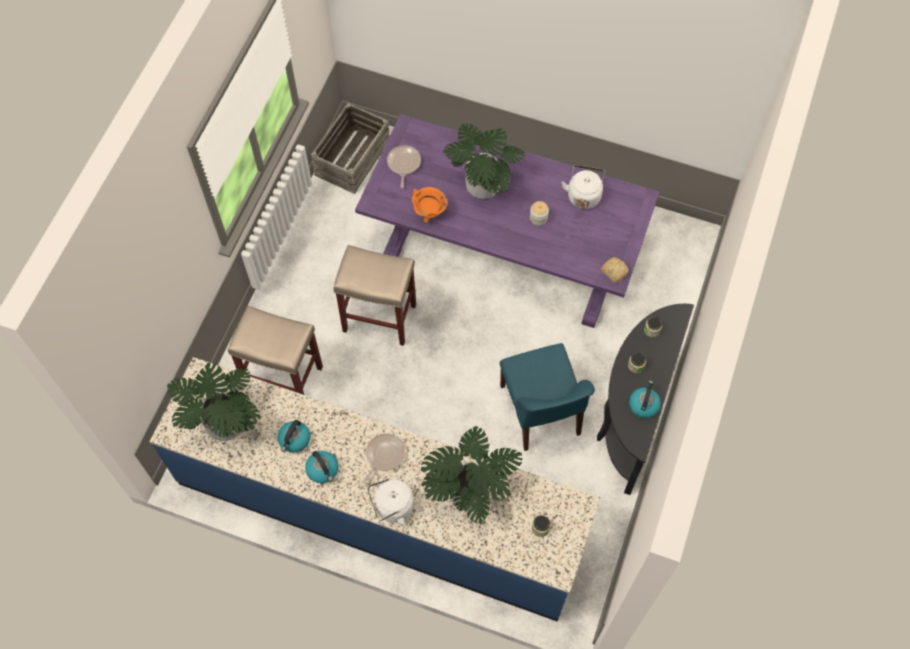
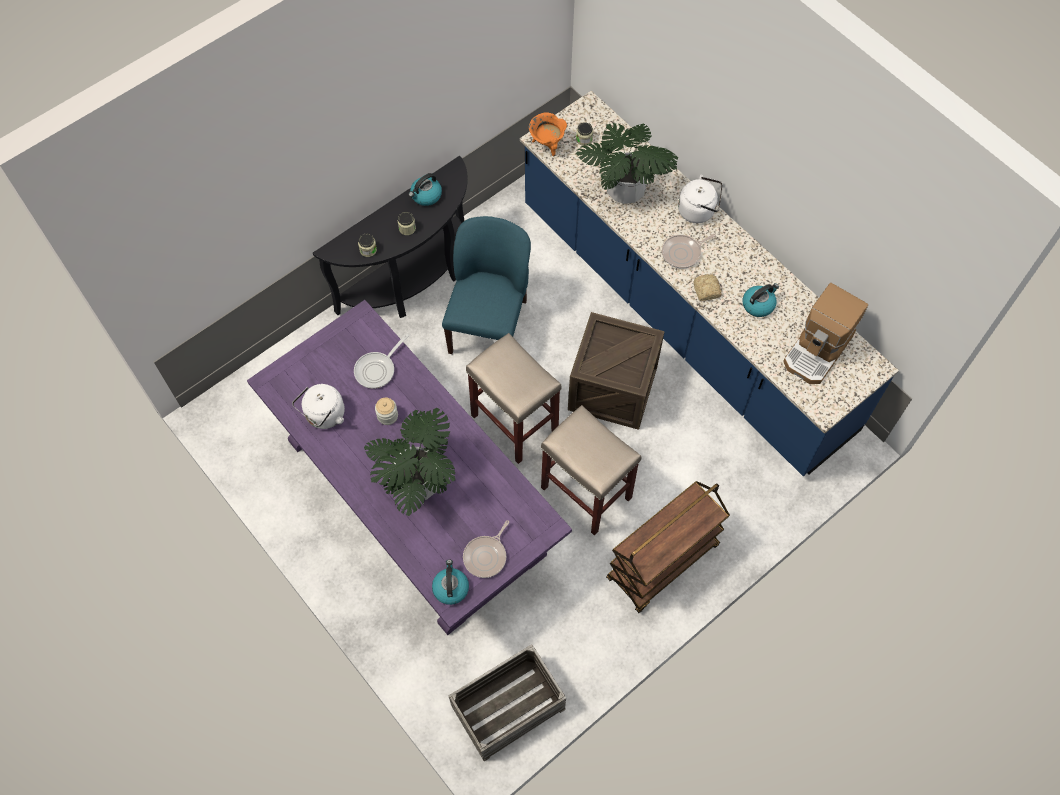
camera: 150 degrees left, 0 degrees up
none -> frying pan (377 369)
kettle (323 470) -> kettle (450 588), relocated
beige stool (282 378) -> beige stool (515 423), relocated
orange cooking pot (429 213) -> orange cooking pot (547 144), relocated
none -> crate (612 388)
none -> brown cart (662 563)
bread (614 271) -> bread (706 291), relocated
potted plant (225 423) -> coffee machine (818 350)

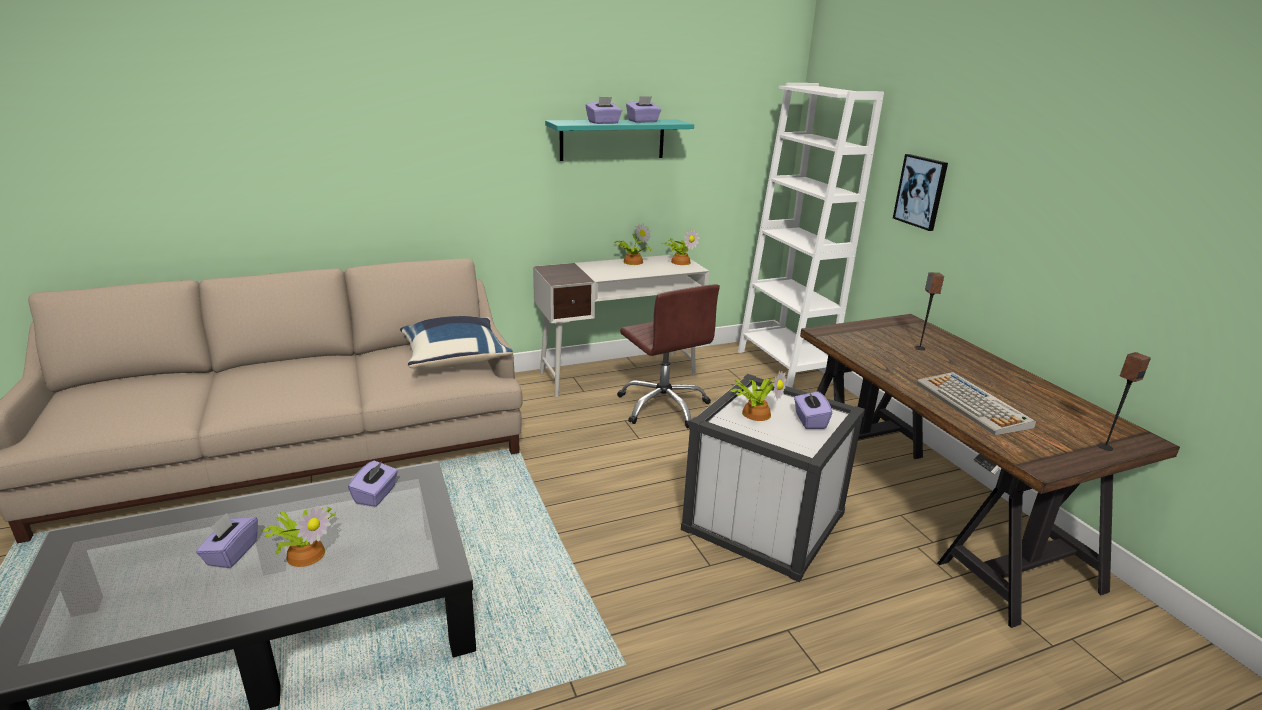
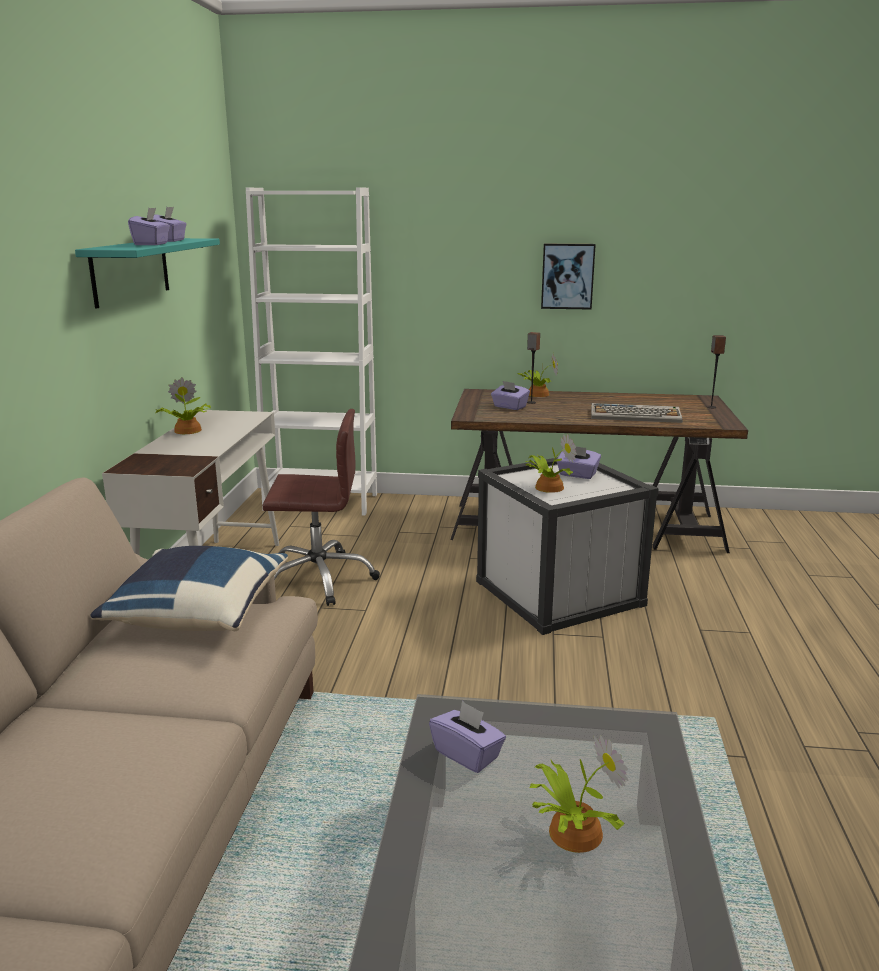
camera: 60 degrees left, 5 degrees down
purple tissue box (231 553) -> purple tissue box (509 407), relocated
potted plant (680 261) -> potted plant (536 394), relocated
picture (921 191) -> picture (567 276), relocated

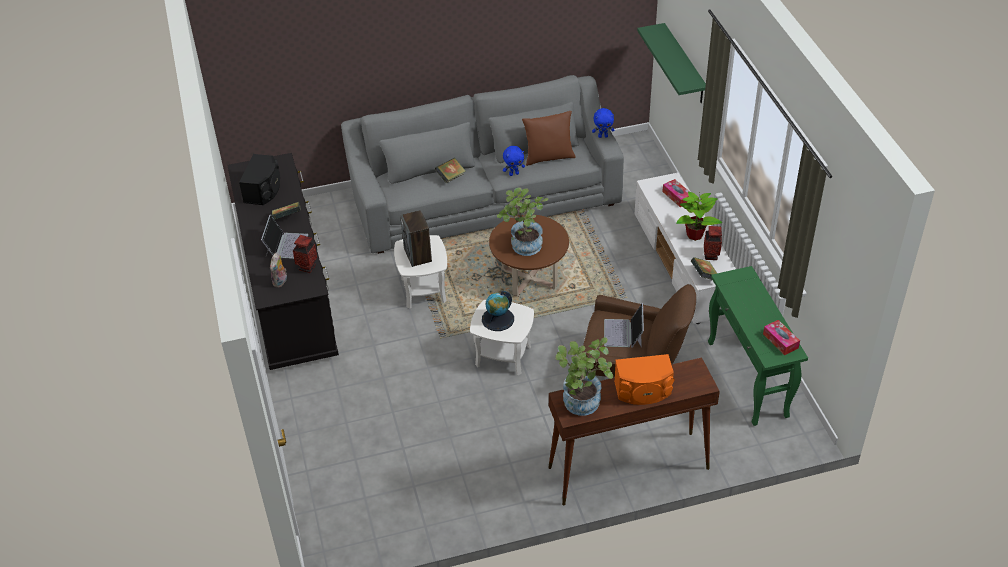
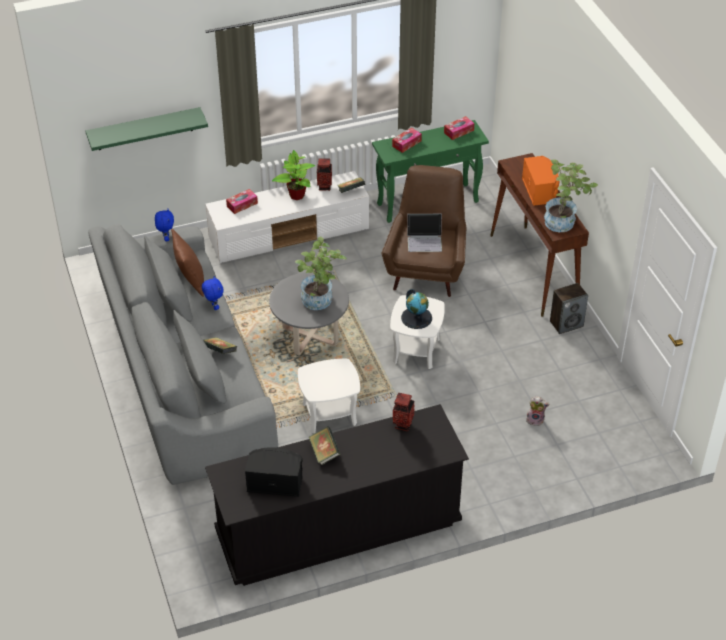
camera: 95 degrees left, 0 degrees up
brown coffee table (529 278) -> grey coffee table (310 336)
none -> tissue box (406 143)
plush toy (280 282) -> plush toy (535 420), relocated
speaker (418 255) -> speaker (566 324), relocated
laptop (286 245) -> none

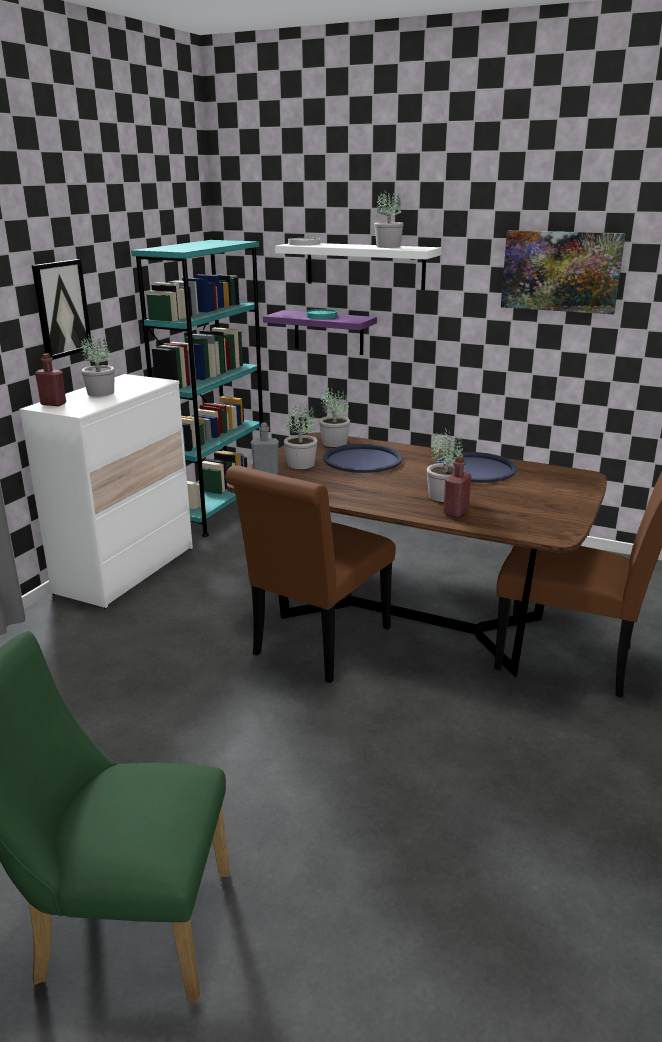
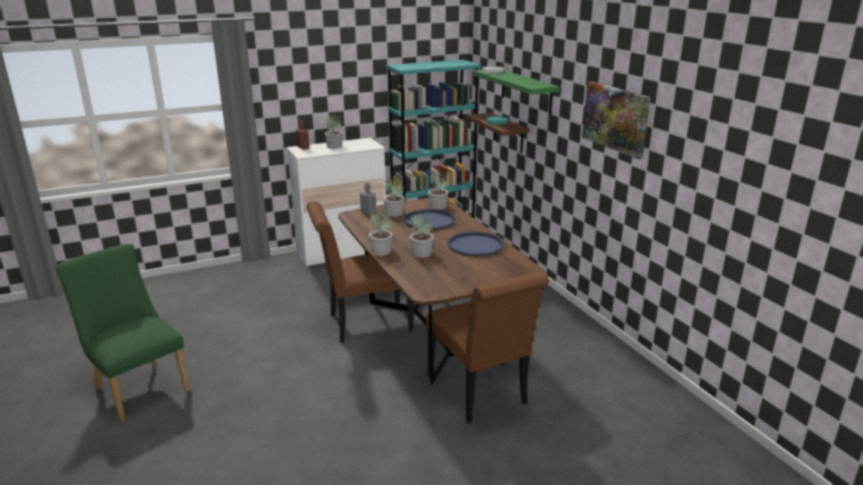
camera: 40 degrees right, 0 degrees up
potted plant (387 246) -> potted plant (381 251), relocated
purple shelf (328 332) -> brown shelf (508 133)
white shelf (365 265) -> green shelf (526 91)
picture (61 309) -> none
red bottle (456 512) -> none

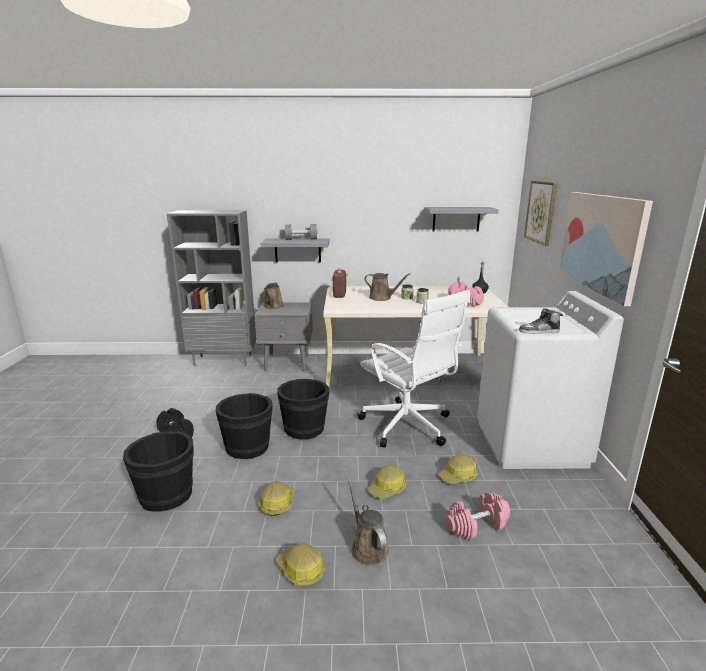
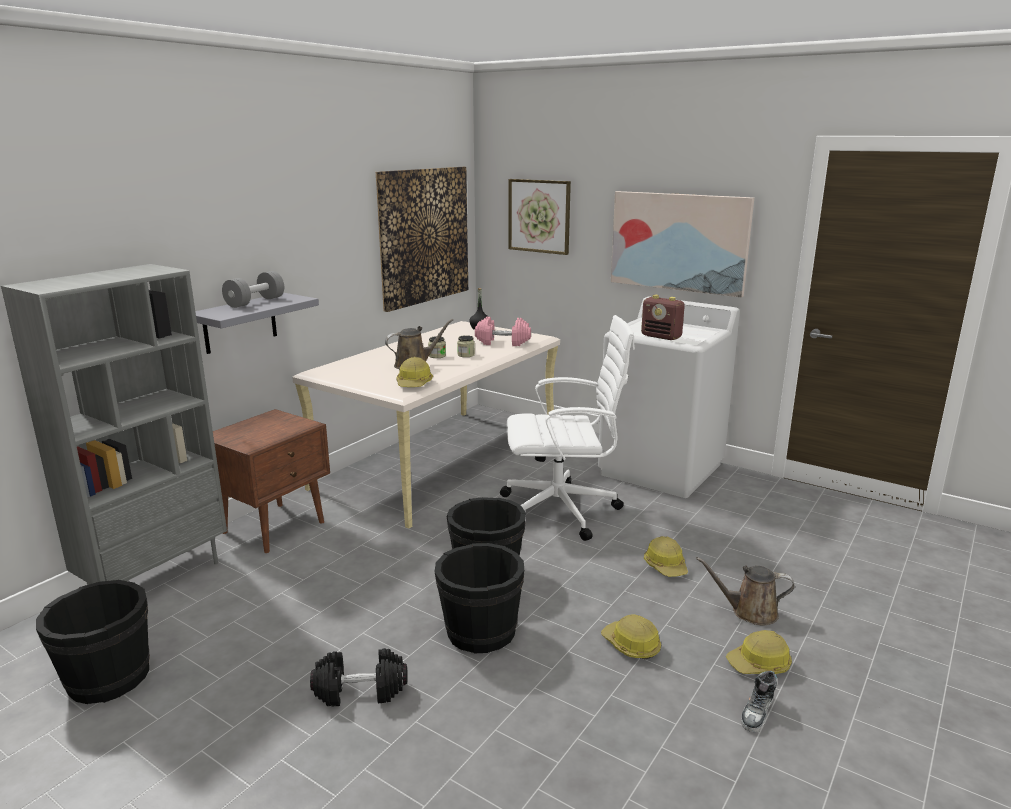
camera: 55 degrees left, 0 degrees up
black bucket (166 495) -> black bucket (108 678), relocated
grey nightstand (288 363) -> brown nightstand (275 527)
grey shelf (456 219) -> picture (424 236)
hard hat (458 476) -> hard hat (414 384), relocated
radio (339 295) -> radio (661 337), relocated
shoe (539 331) -> shoe (757 712), relocated
brown watering can (273 306) -> none
pink dumbbell (476 526) -> none

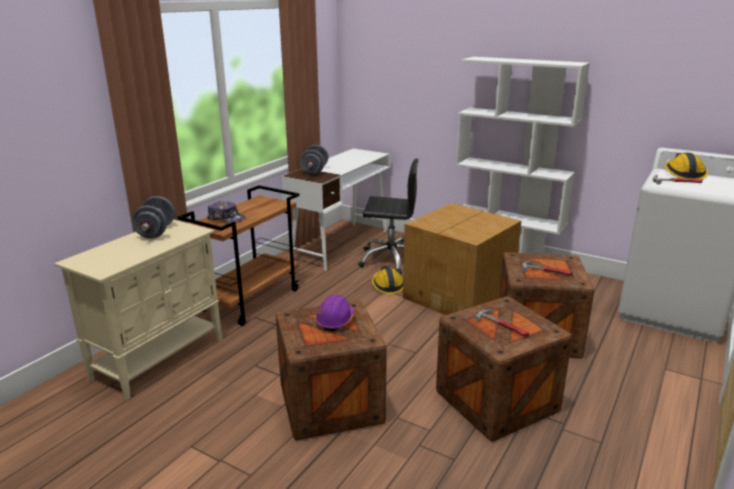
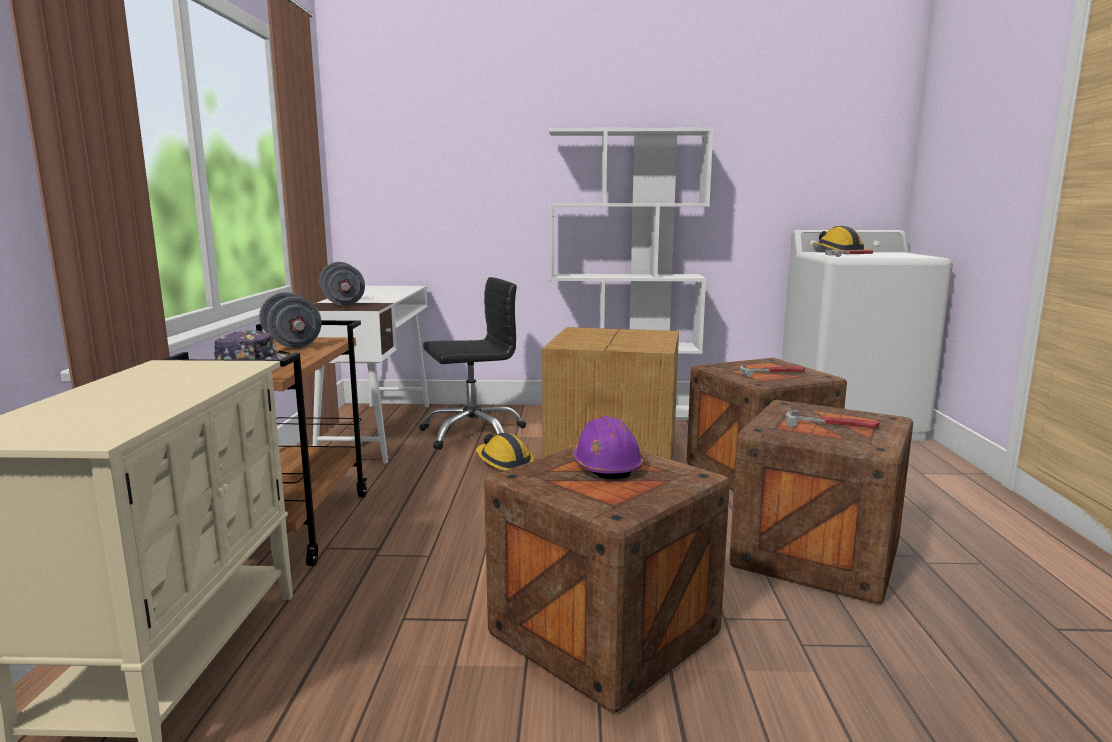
camera: 30 degrees left, 10 degrees down
grey dumbbell (156 232) -> grey dumbbell (292 344), relocated

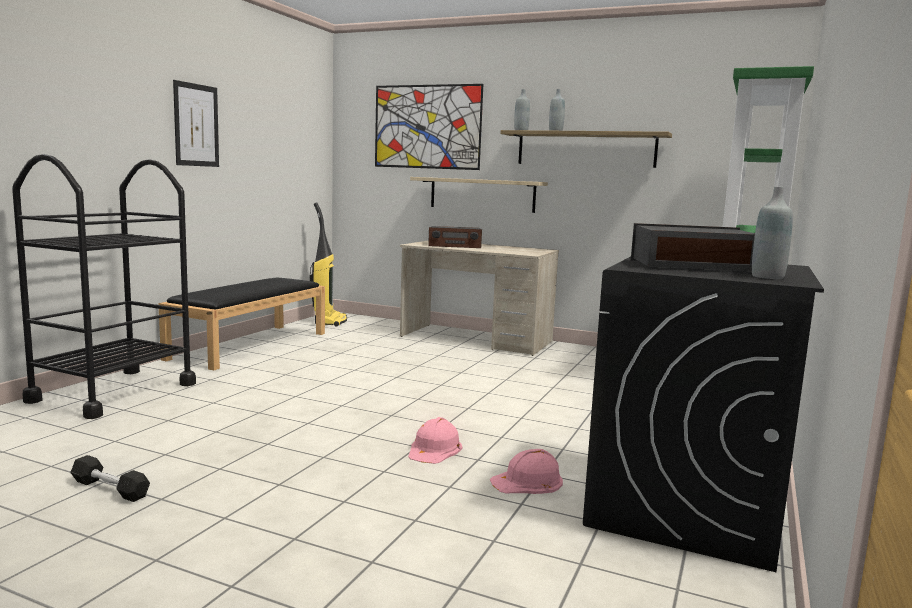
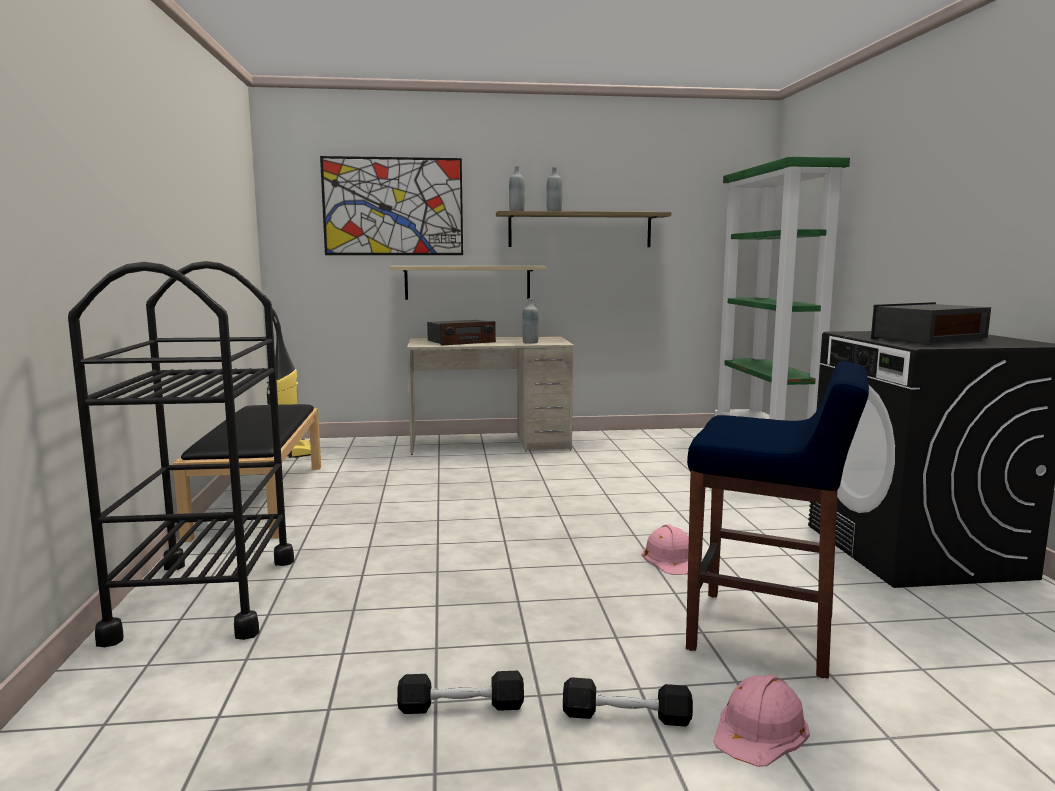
camera: 30 degrees left, 0 degrees up
grey bottle (767 277) -> grey bottle (530 342), relocated
none -> black dumbbell (626 716)
none -> blue stool (765 633)
pink hard hat (528 482) -> pink hard hat (760 729), relocated
picture (196 125) -> none

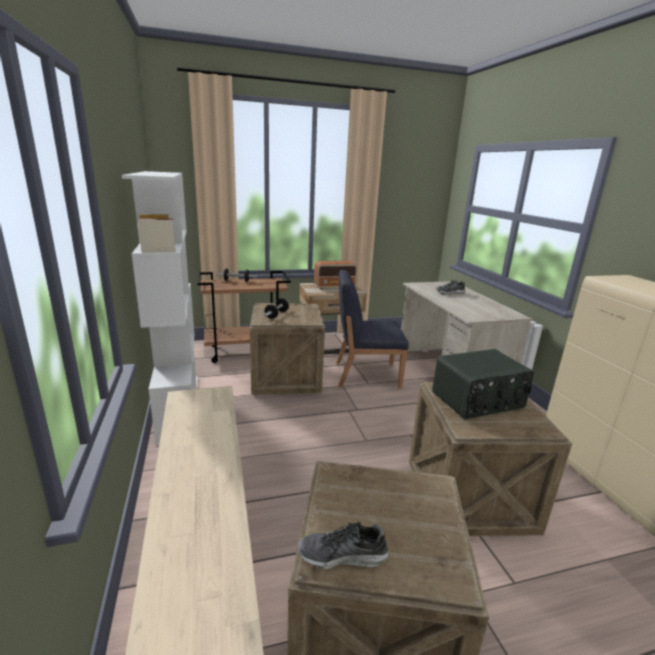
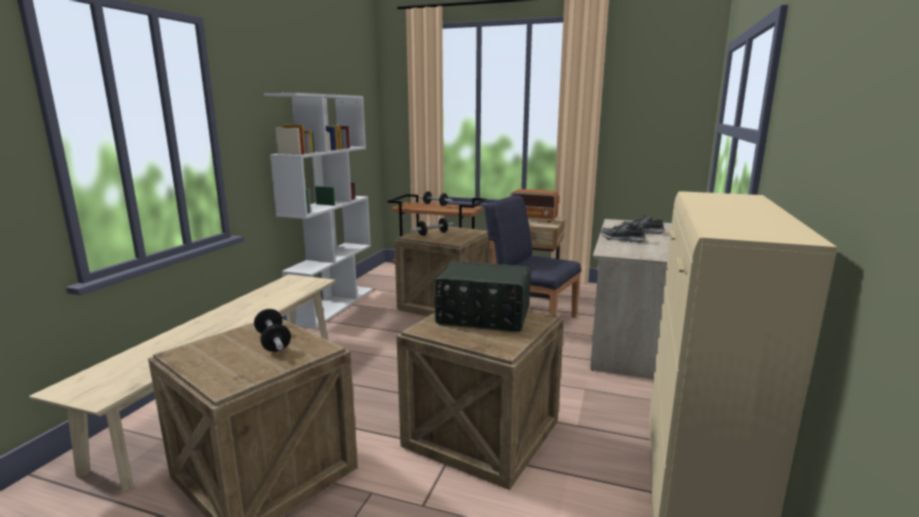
camera: 35 degrees right, 5 degrees down
none -> dumbbell (273 342)
shoe (343 555) -> shoe (622 240), relocated

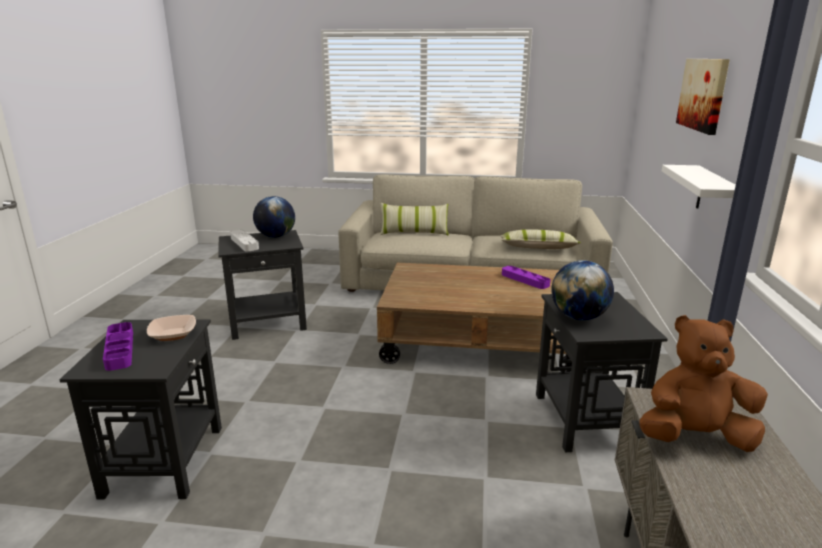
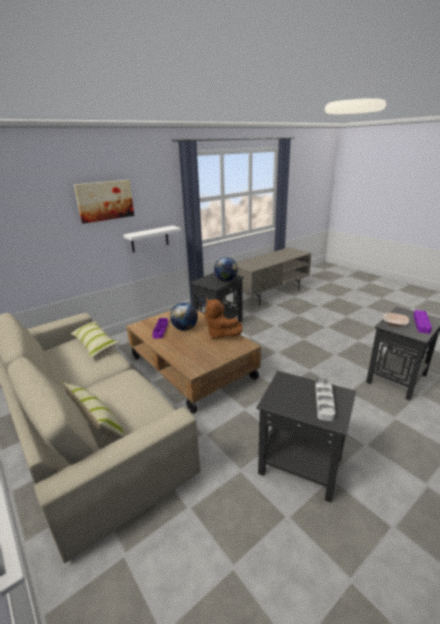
camera: 135 degrees left, 5 degrees up
globe (276 236) -> globe (185 328), relocated
brown plush toy (694 437) -> brown plush toy (220 334), relocated

